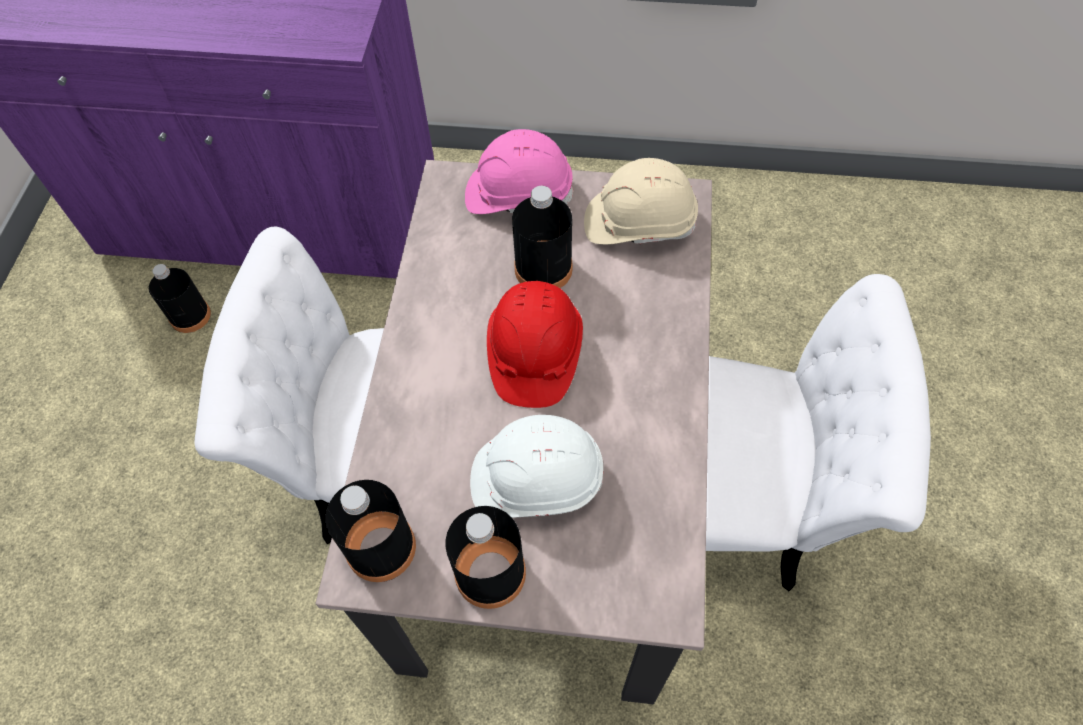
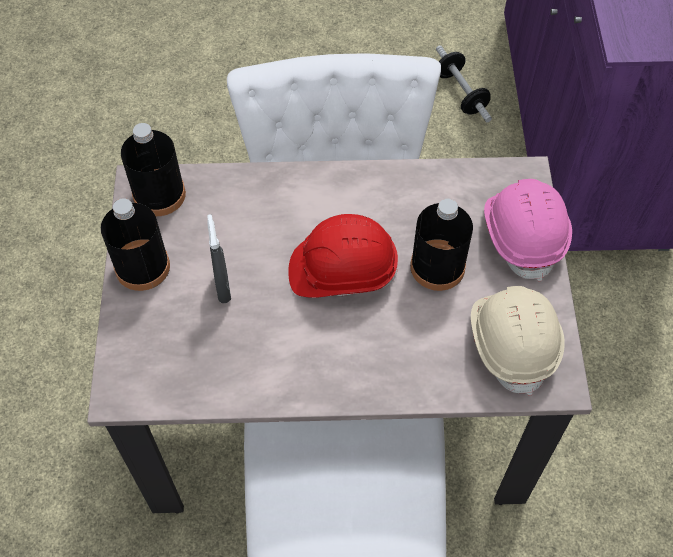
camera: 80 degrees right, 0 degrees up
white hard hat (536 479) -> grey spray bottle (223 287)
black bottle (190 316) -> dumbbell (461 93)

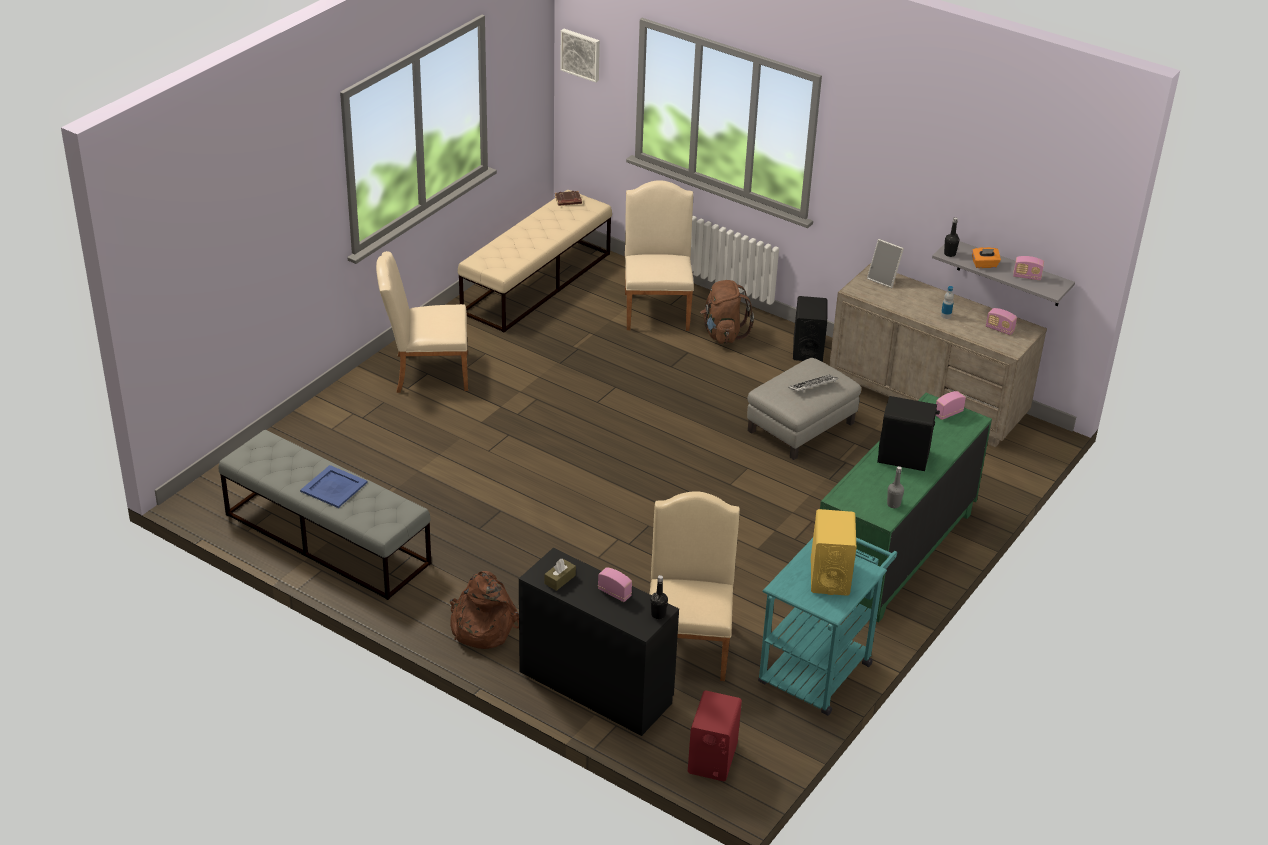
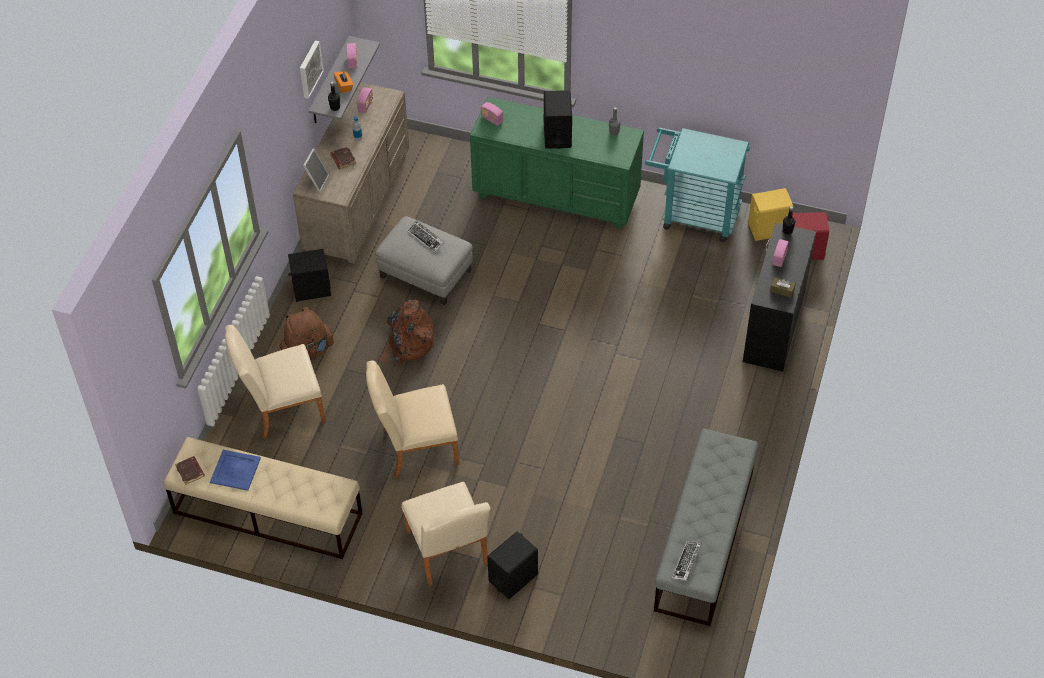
camera: 105 degrees left, 15 degrees up
blue tray (334 487) -> blue tray (235 470), relocated
picture (581 54) -> picture (309 69), relocated
none -> brown book (343 159)
beige chair (688 642) -> beige chair (415 447), relocated
brown backpack (481 627) -> brown backpack (407 344), relocated
none -> black speaker (513 578)
none -> keyboard (686 562)
yellow speaker (829 576) -> yellow speaker (768 229), relocated

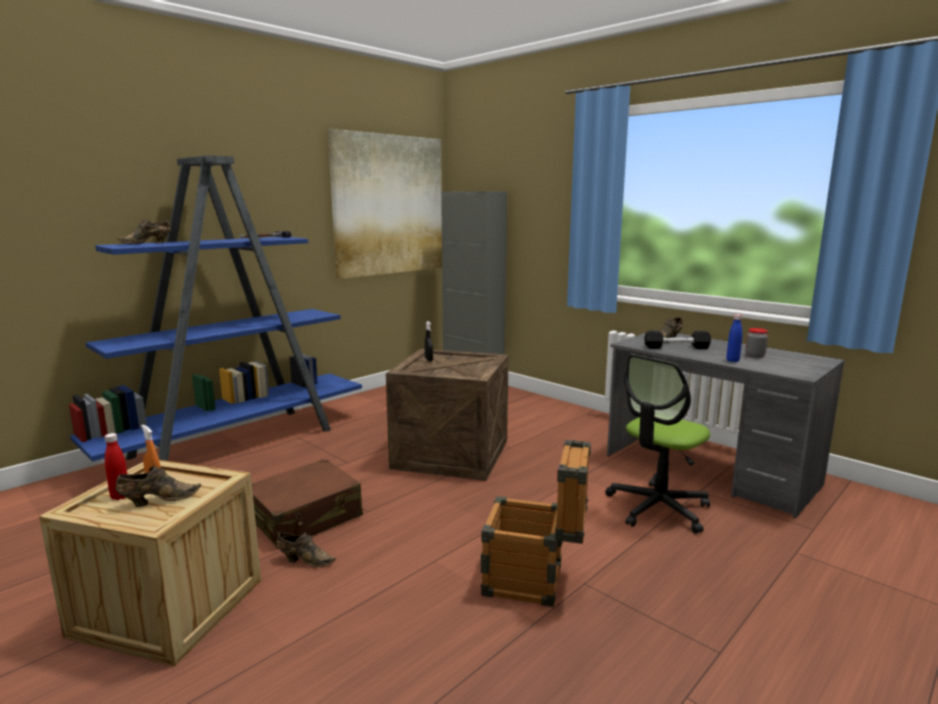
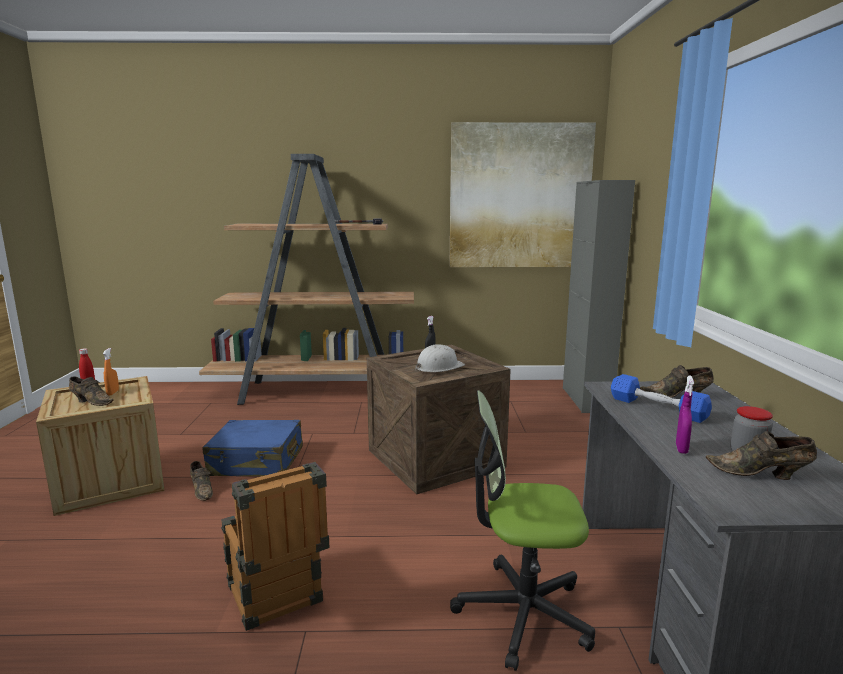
camera: 45 degrees right, 0 degrees up
blue bookcase (237 442) -> brown bookcase (322 392)
brown suitcase (306 518) -> blue suitcase (257 462)
none -> white hard hat (439 367)
black dumbbell (676 347) -> blue dumbbell (657 408)
blue bottle (732 361) -> purple spray bottle (681 449)
brown shoe (148 243) -> brown shoe (761 474), relocated

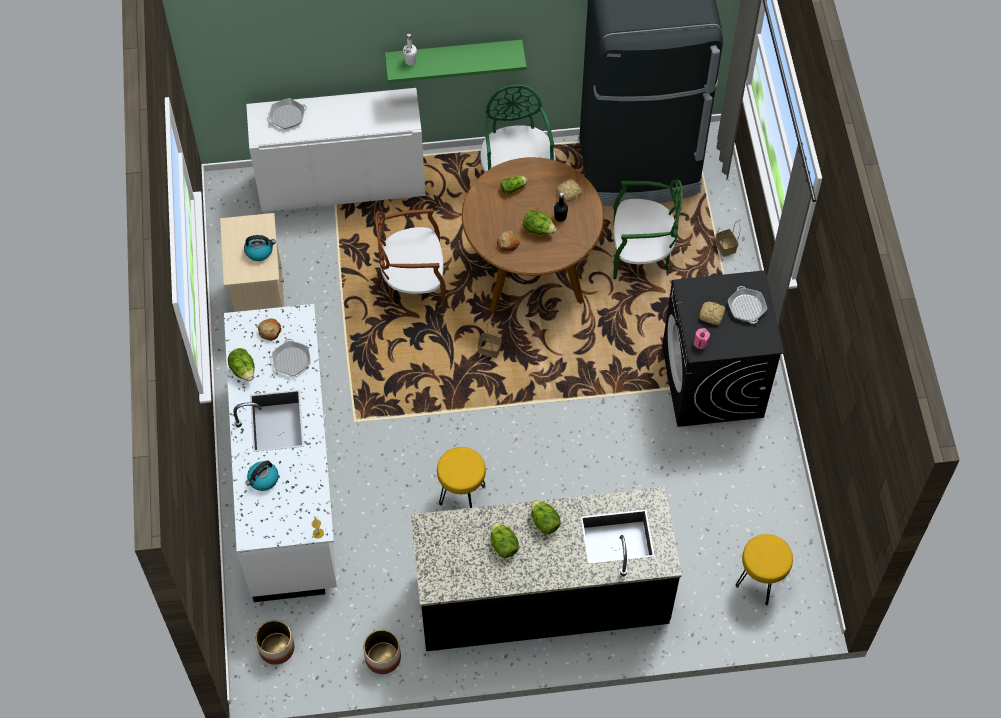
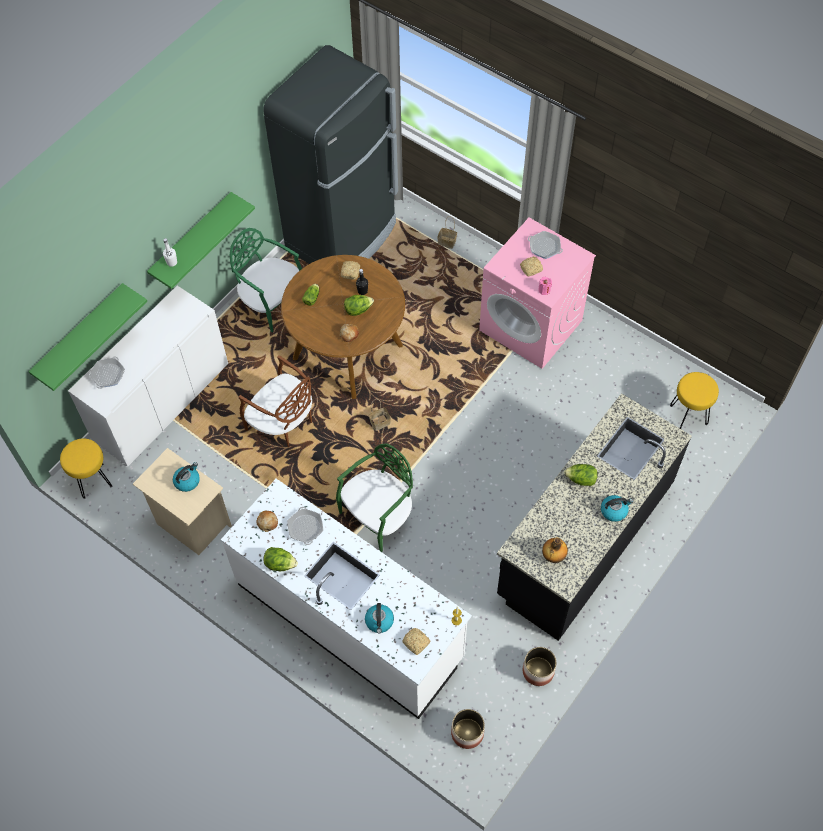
camera: 45 degrees left, 0 degrees up
none -> green shelf (80 334)
yellow stool (462 495) -> yellow stool (93 480), relocated
brown chair (414 281) -> brown chair (283 423), 90 degrees counterclockwise
frying pan (292 361) -> frying pan (305 528), 135 degrees counterclockwise
green chair (641 253) -> green chair (379 516), relocated
none -> bread (416 643)
black washing machine (713 382) -> pink washing machine (531 325)
none -> bottle (553 556)
none -> kettle (614 510)
lettuce (503 545) -> none

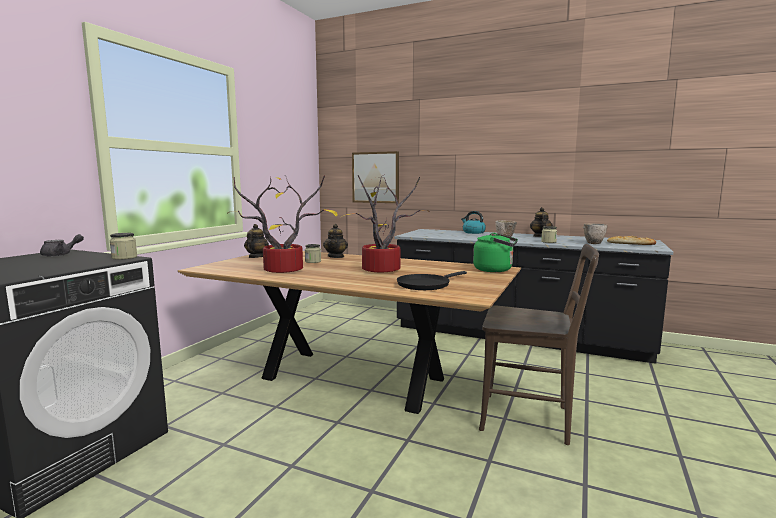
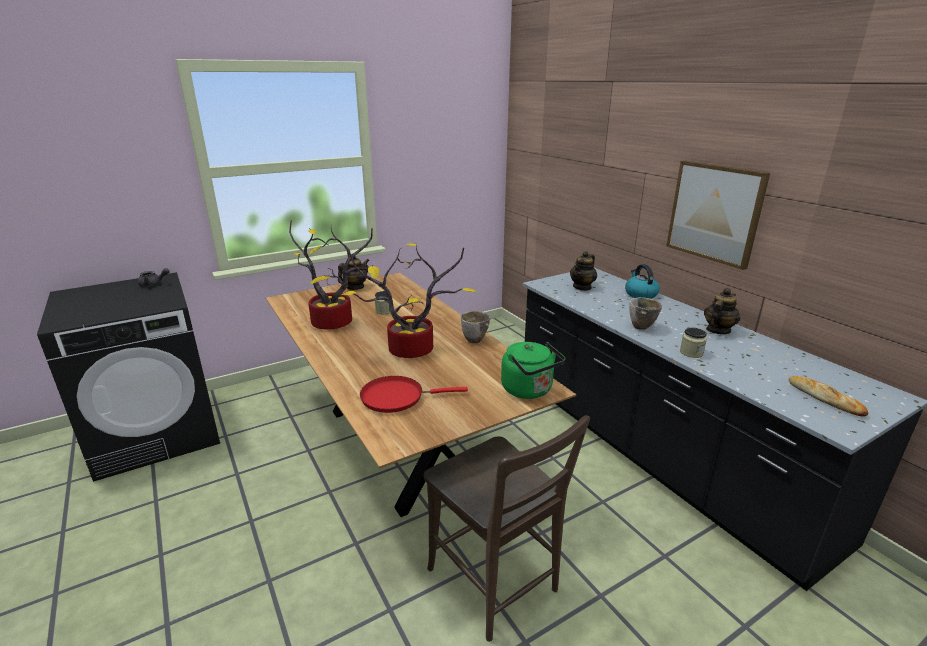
camera: 35 degrees right, 15 degrees up
black frying pan (425 285) -> red frying pan (396 397)
bowl (594 243) -> bowl (475 340), relocated
teapot (336 256) -> teapot (582 287), relocated
picture (375 177) -> picture (715 212), relocated
jar (124 257) -> none

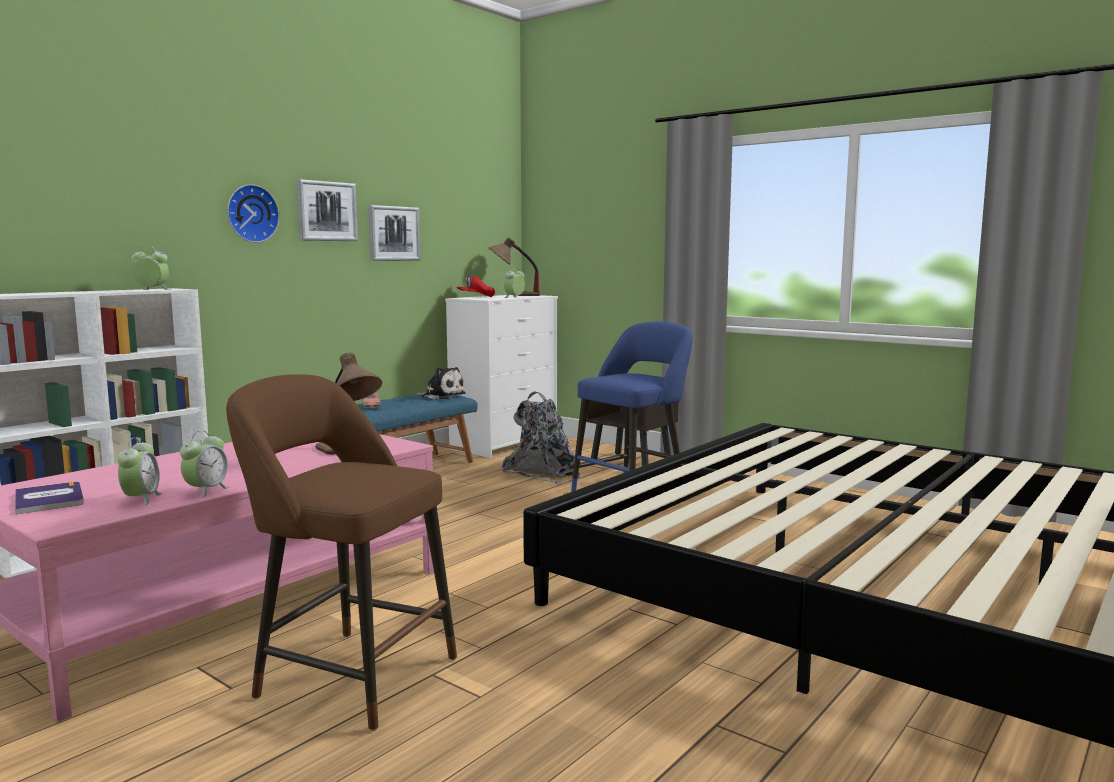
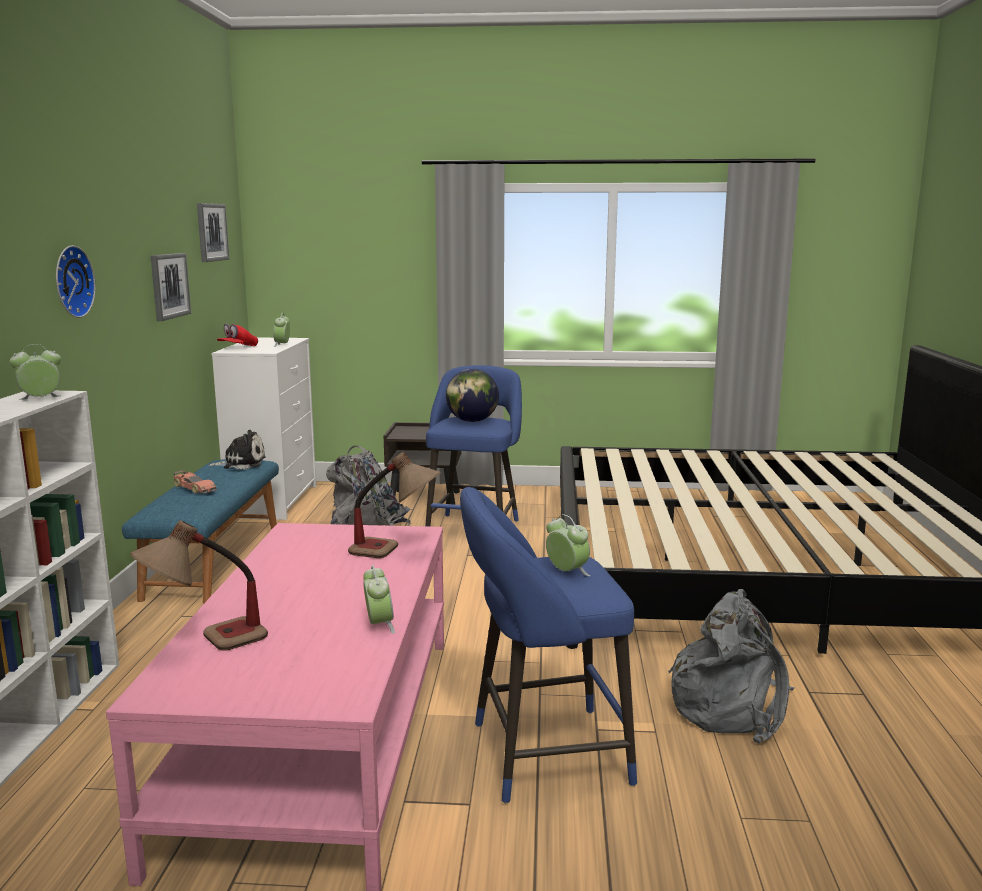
camera: 35 degrees left, 5 degrees up
table lamp (514 295) -> table lamp (205 645), relocated
picture (326 211) -> picture (211 232), relocated
none -> globe (472 421)
brown stool (348 675) -> blue stool (540 755)
alarm clock (141 499) -> alarm clock (567 572), relocated
none -> grey backpack (731 706)
book (49 499) -> none

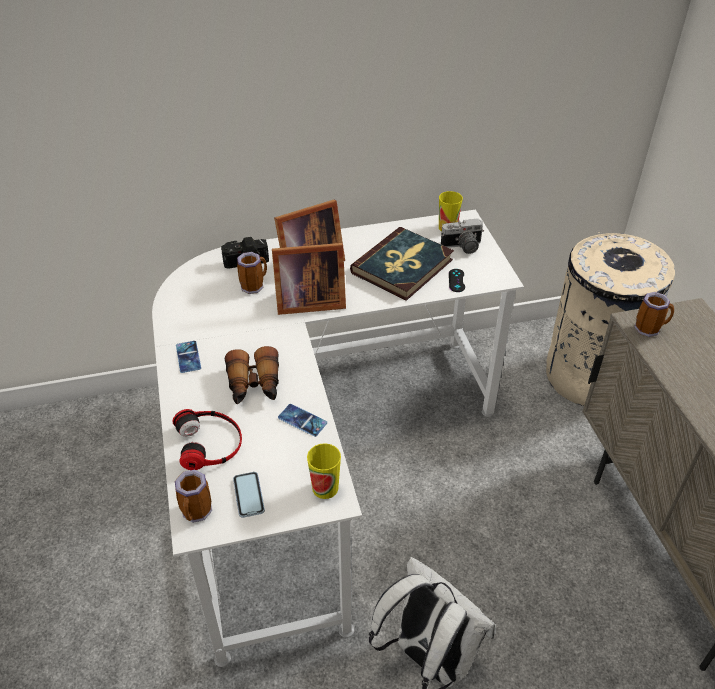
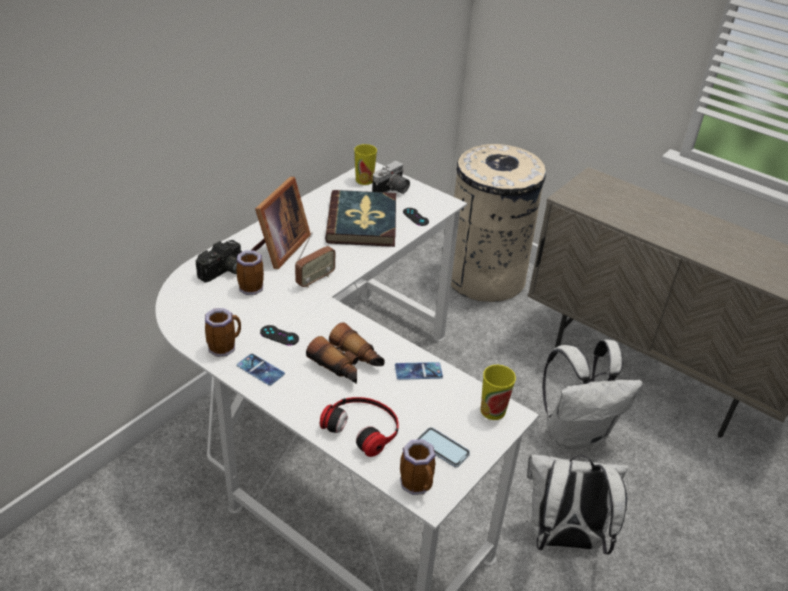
camera: 40 degrees left, 5 degrees down
mug (649 328) -> mug (224 346), relocated
none -> black game controller (279 335)
picture frame (307 301) -> radio (315 280)
none -> white backpack (576 433)

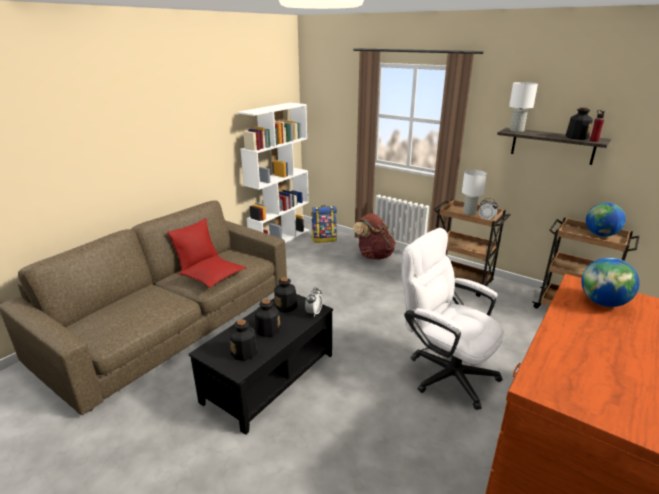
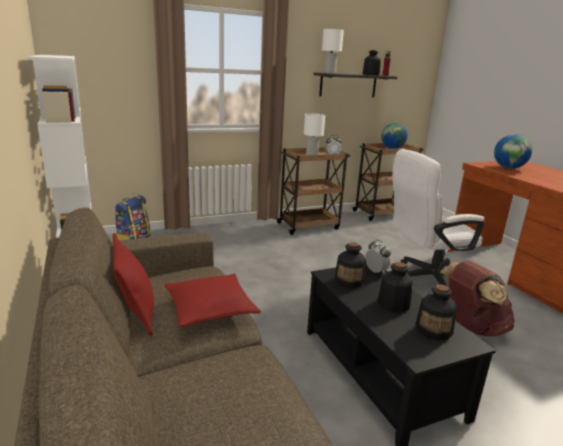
camera: 60 degrees left, 5 degrees down
brown backpack (373 255) -> brown backpack (470 327), relocated

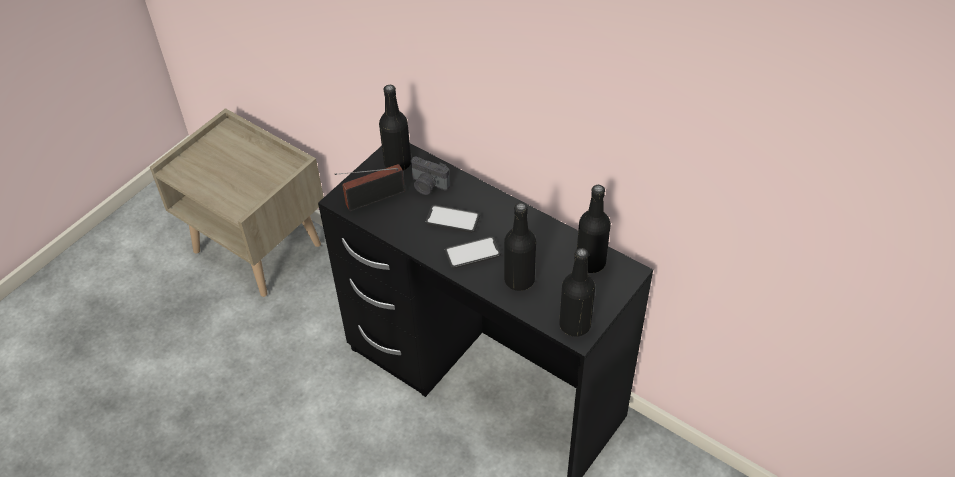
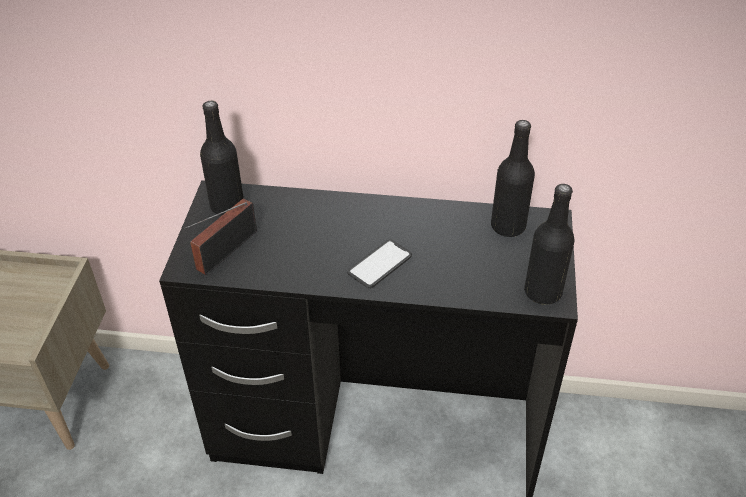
camera: 30 degrees left, 5 degrees down
photo camera (428 186) -> none
phone (452 219) -> none
black bottle (519 280) -> none

